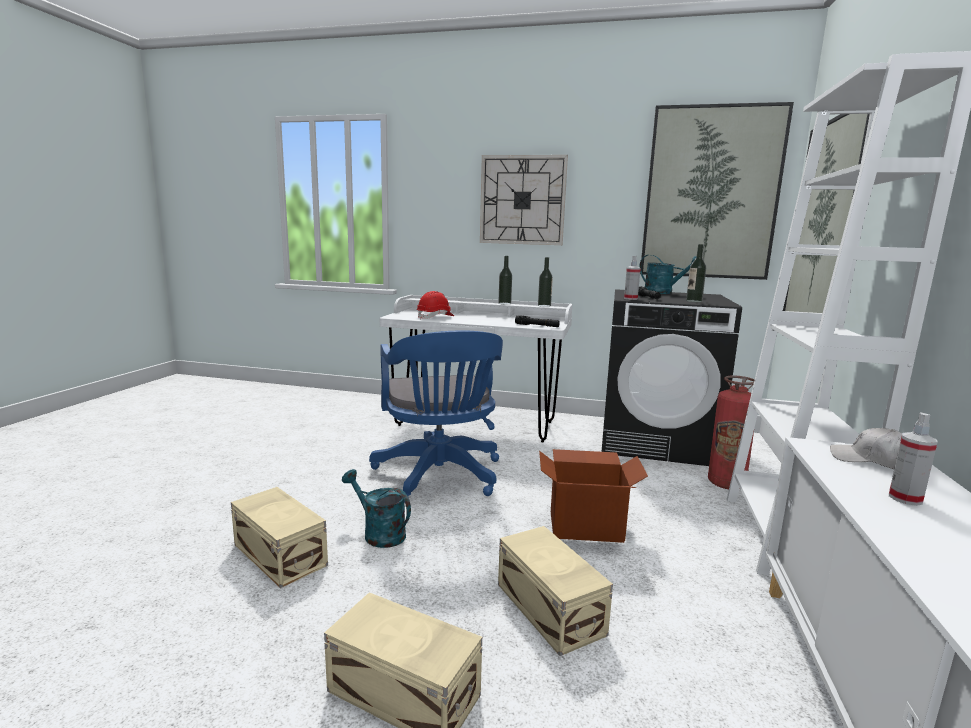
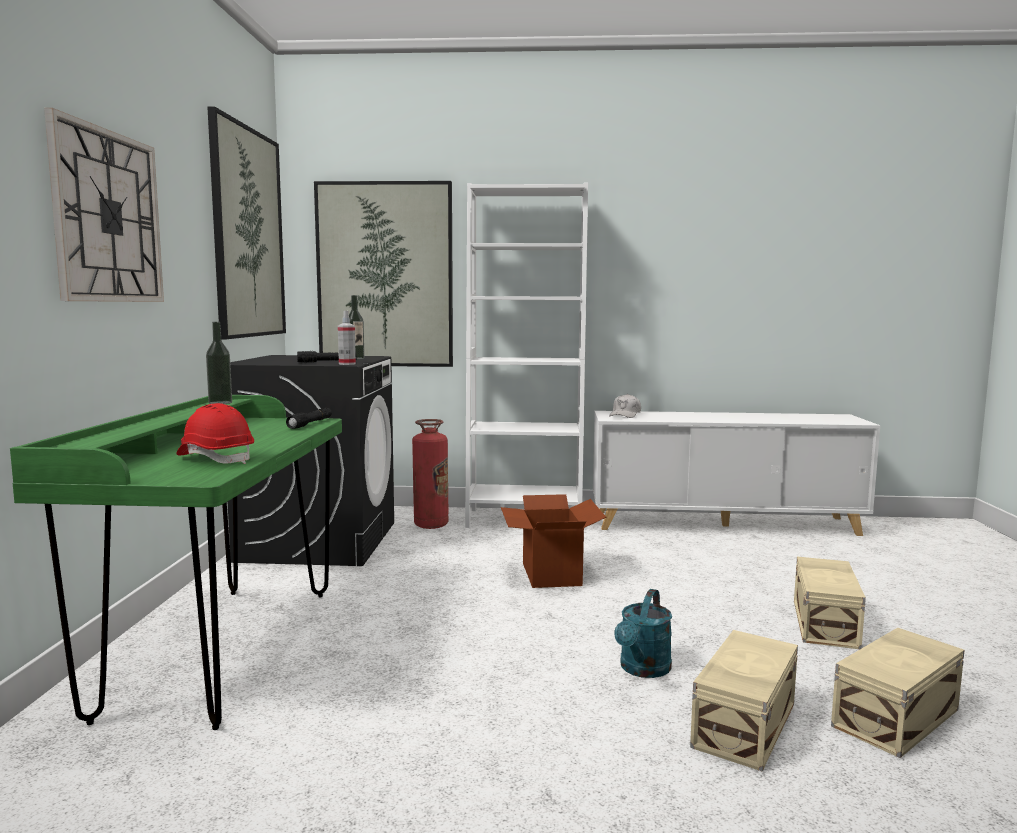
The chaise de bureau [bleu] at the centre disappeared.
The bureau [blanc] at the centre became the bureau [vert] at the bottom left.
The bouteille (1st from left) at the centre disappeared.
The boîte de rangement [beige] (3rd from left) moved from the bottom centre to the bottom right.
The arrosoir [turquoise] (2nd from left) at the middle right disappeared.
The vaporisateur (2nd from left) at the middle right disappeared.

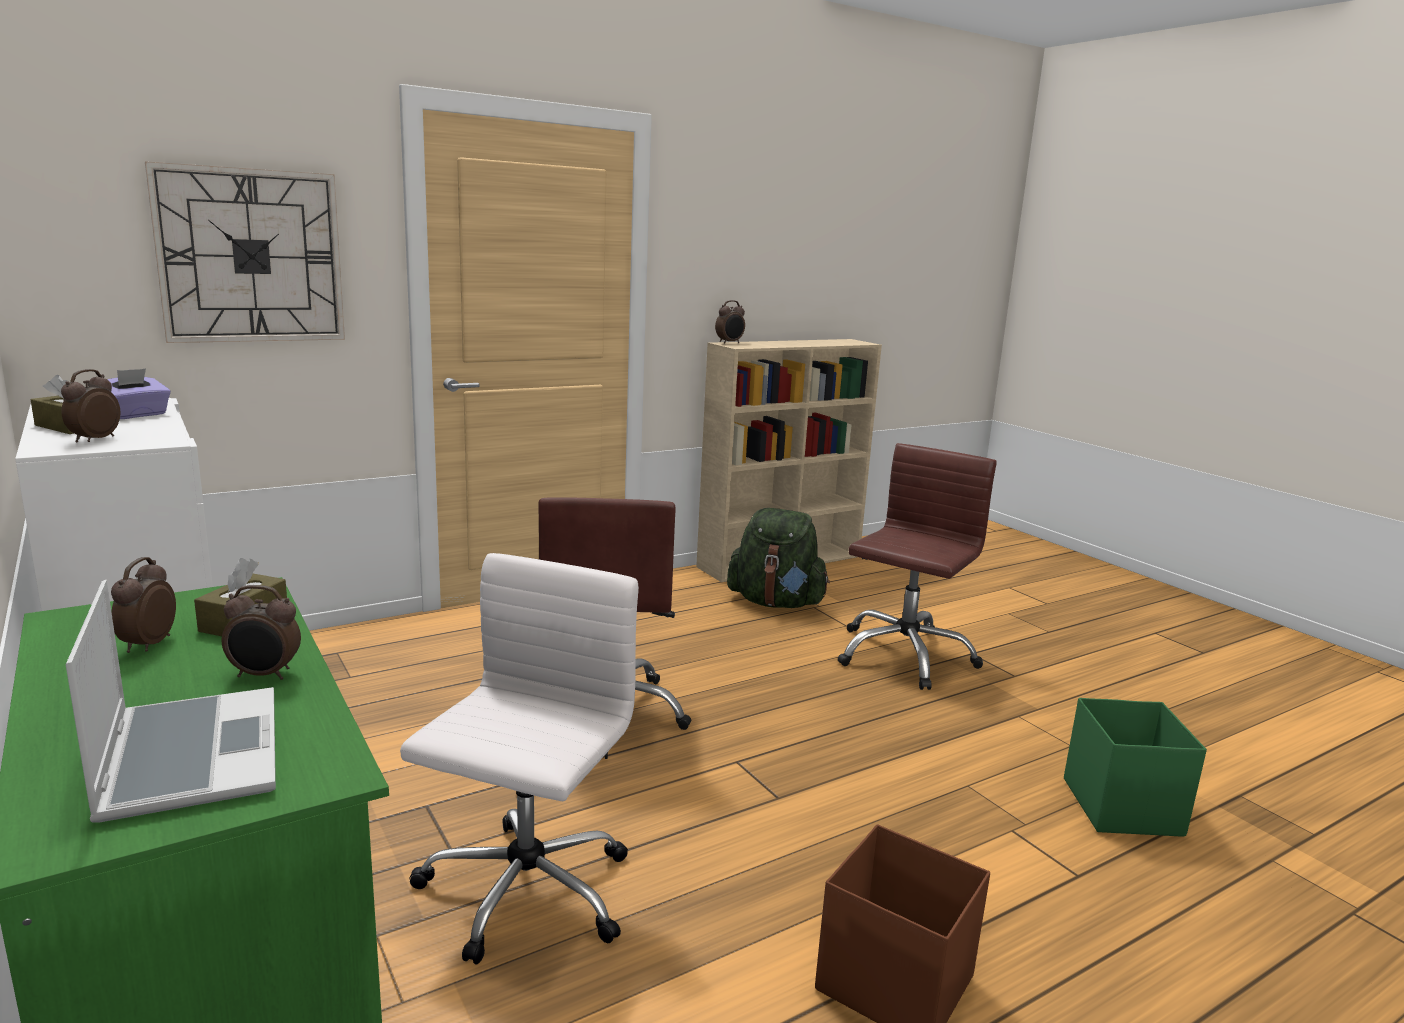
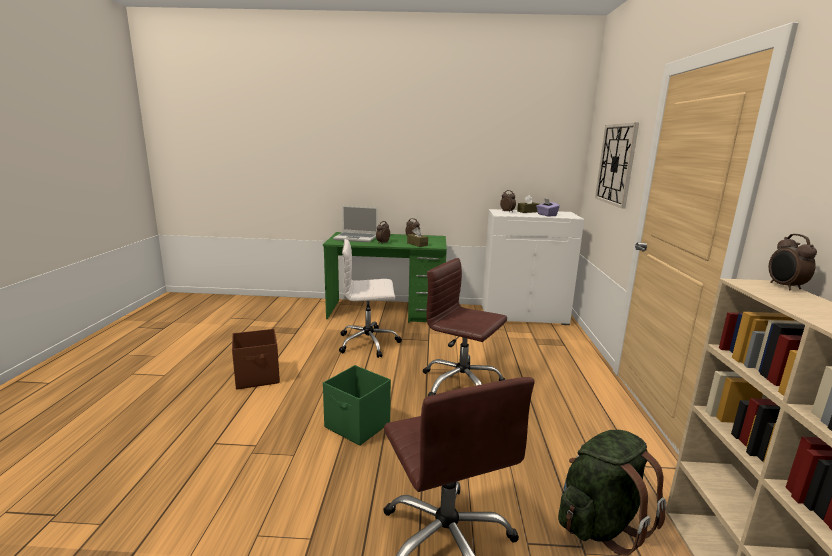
The chaise de bureau [blanc] at the bottom centre turned 120 degrees clockwise.
The boîte de rangement [vert] moved from the bottom right to the bottom centre.

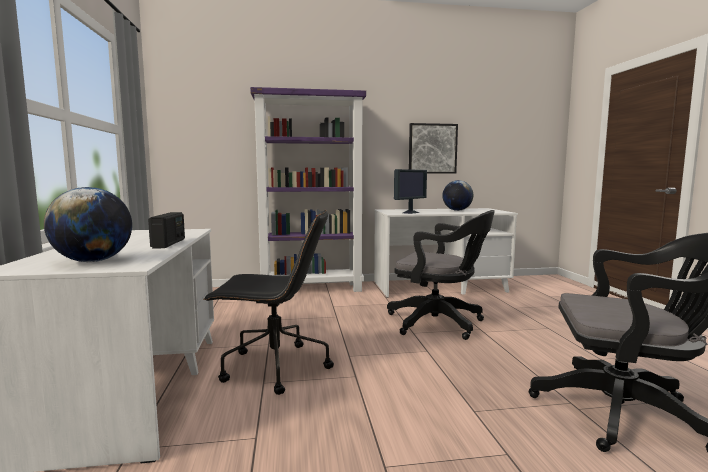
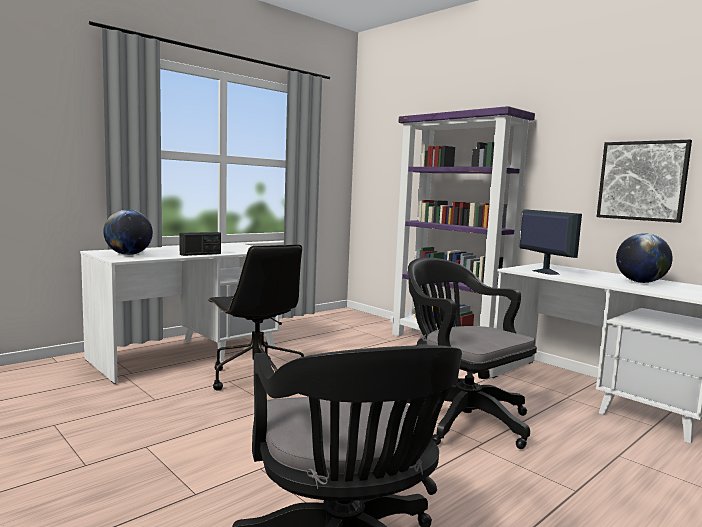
The chaise de bureau [noir] (2nd from left in the first image) at the centre turned 150 degrees clockwise.
The écran d'ordinateur at the centre turned 120 degrees counterclockwise.

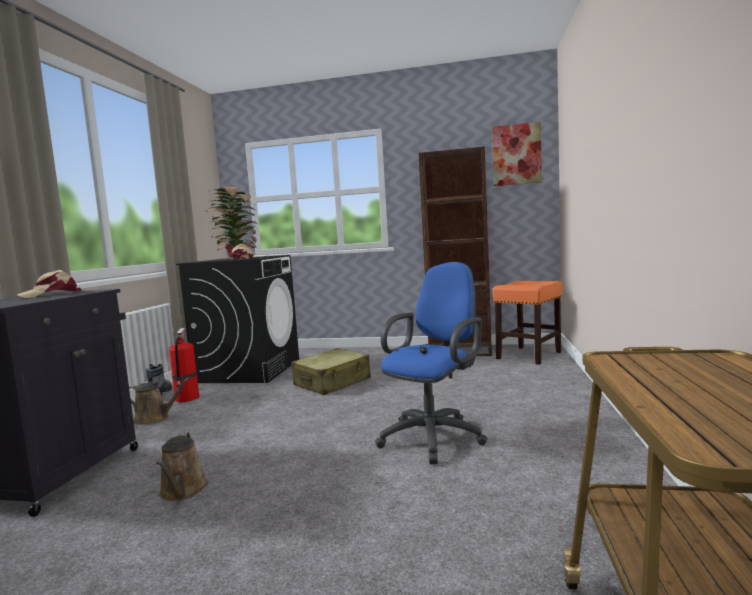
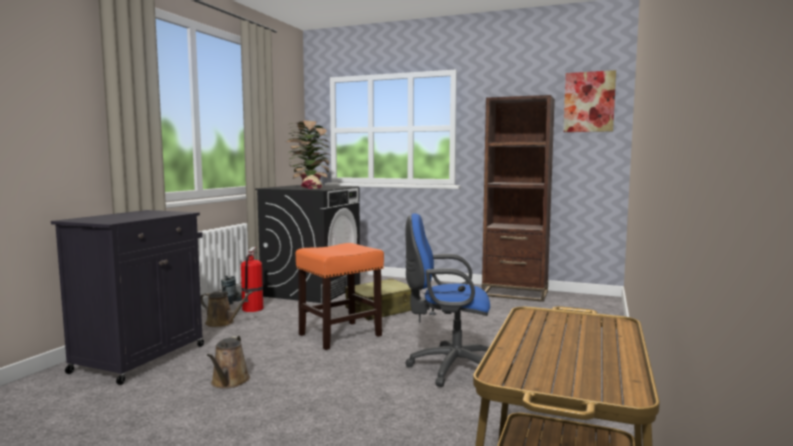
The casquette [beige] (1st from left) at the middle left disappeared.
The chaise de bureau [bleu] at the centre turned 135 degrees counterclockwise.
The tabouret [orange] moved from the middle right to the centre.

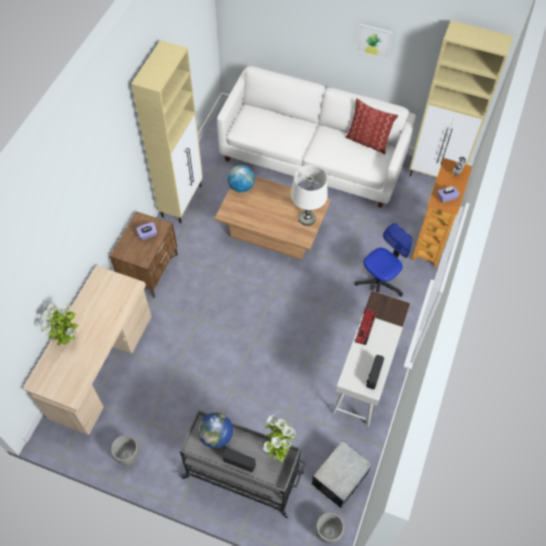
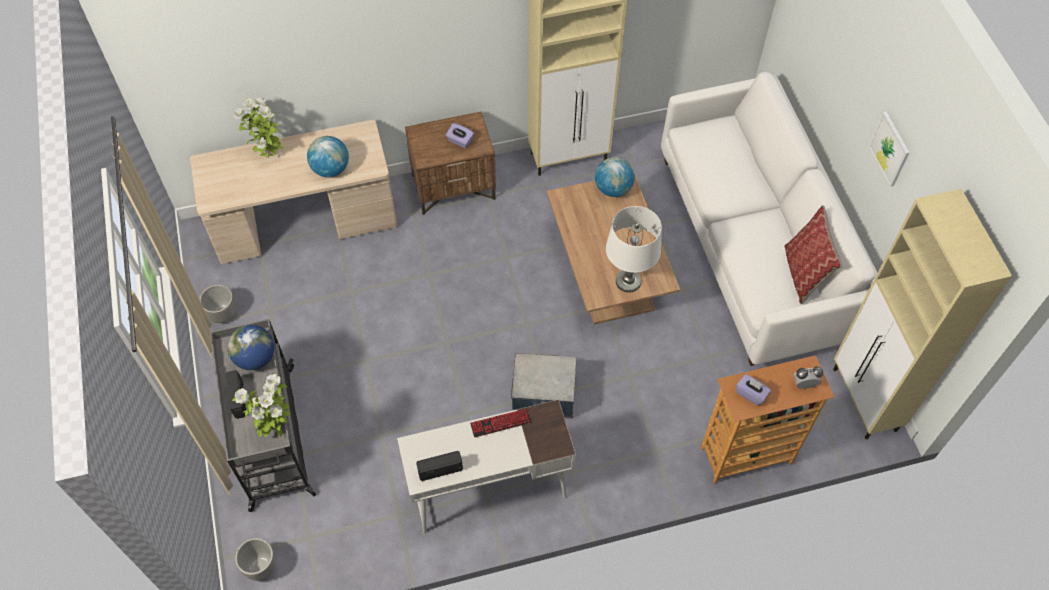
The boîte de rangement moved from the bottom centre to the centre.
The chaise de bureau at the middle right disappeared.
The globe (2nd from left) at the top left appeared.

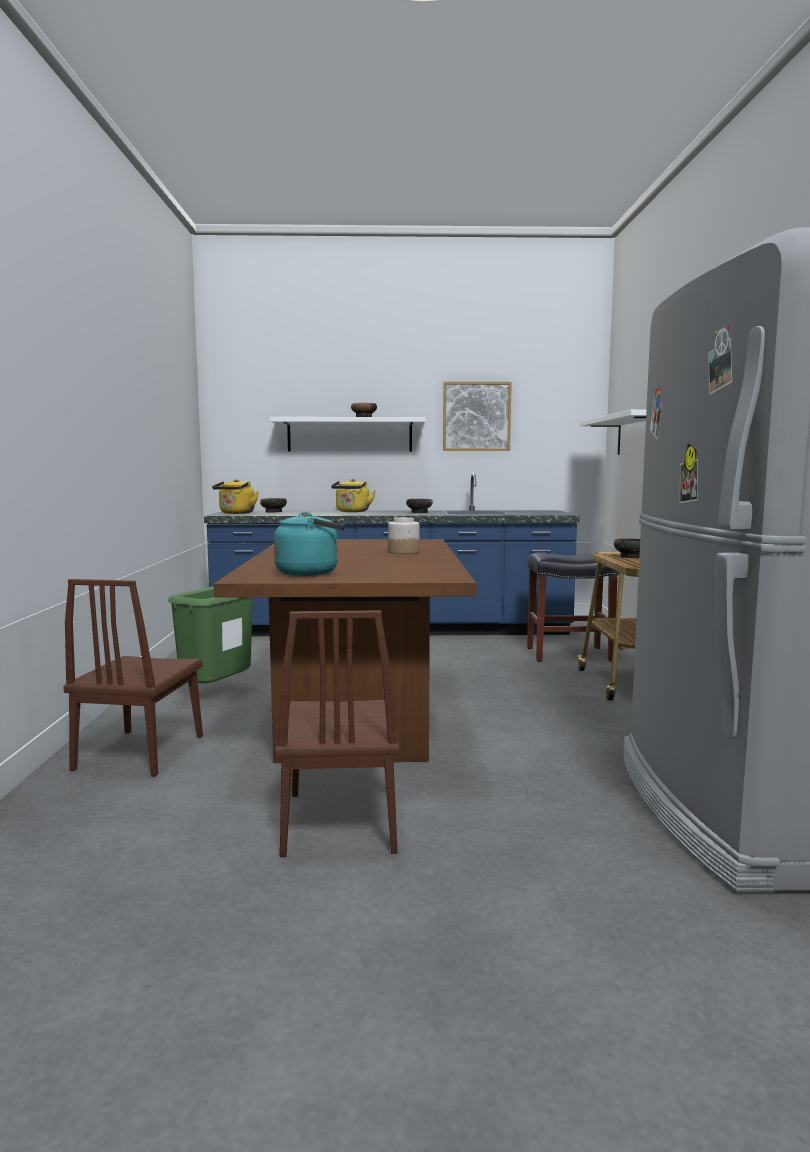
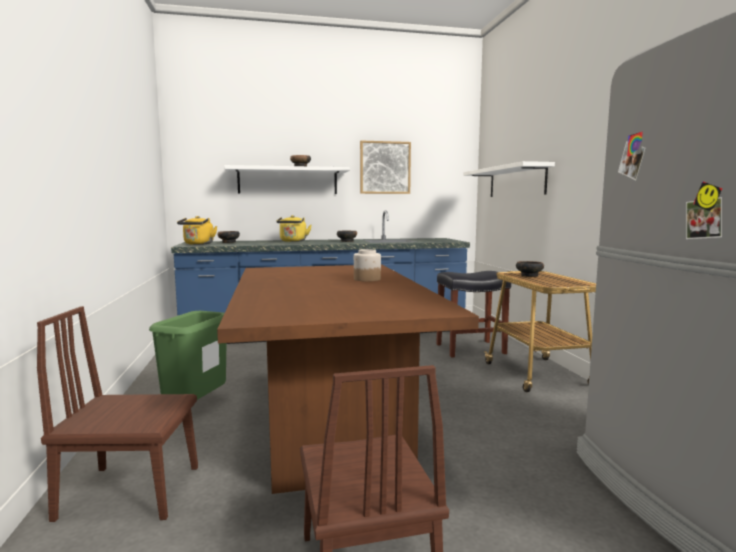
The chaise [marron] (1st from left) at the middle left turned 90 degrees clockwise.
The bouilloire [turquoise] at the centre disappeared.

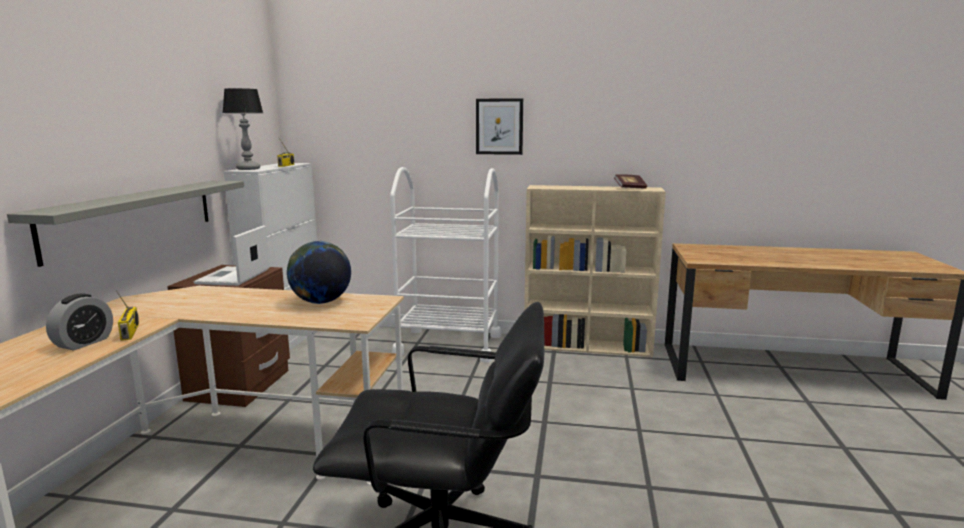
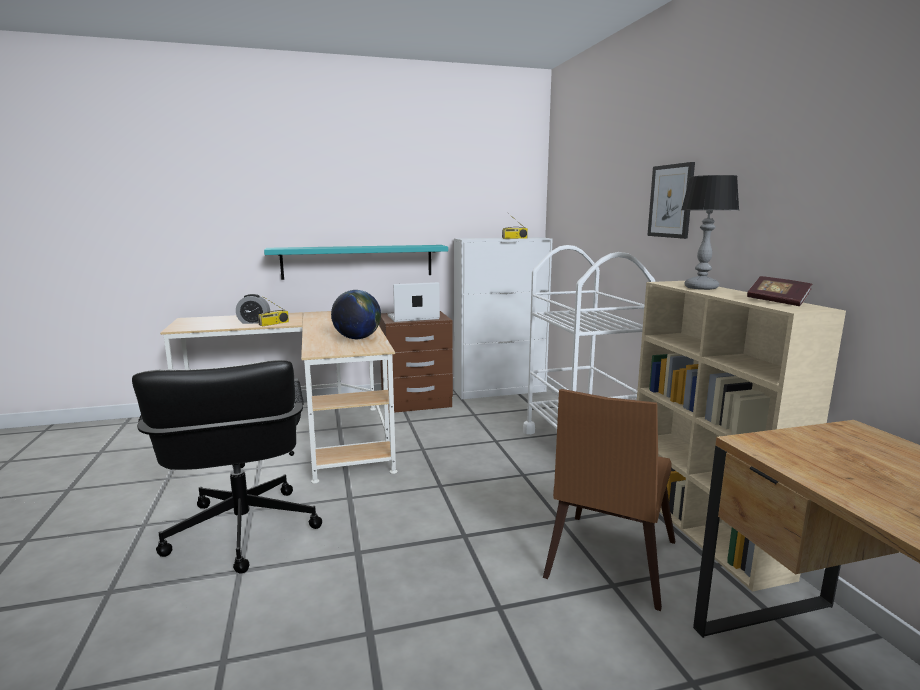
The étagère [gris] at the middle left became the étagère [turquoise] at the centre.
The lampe de table moved from the top left to the middle right.
The chaise [marron] at the bottom centre appeared.

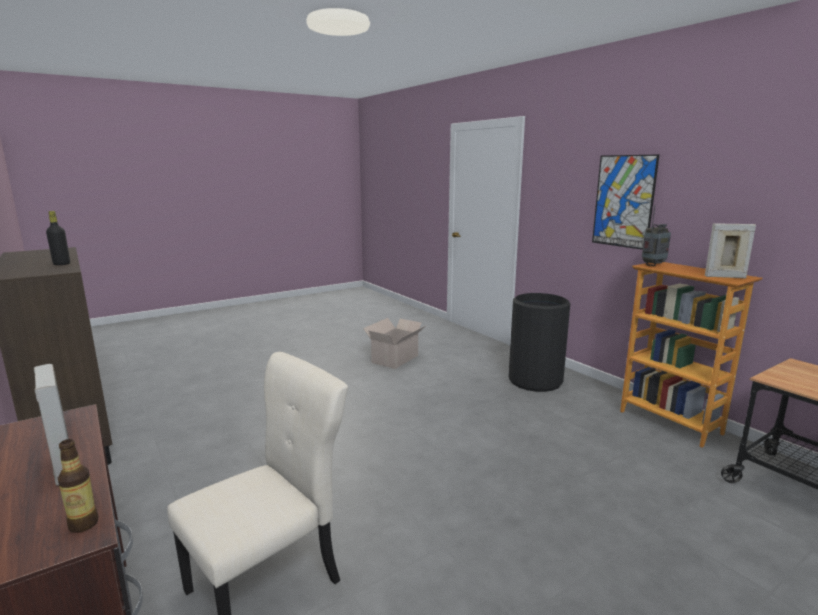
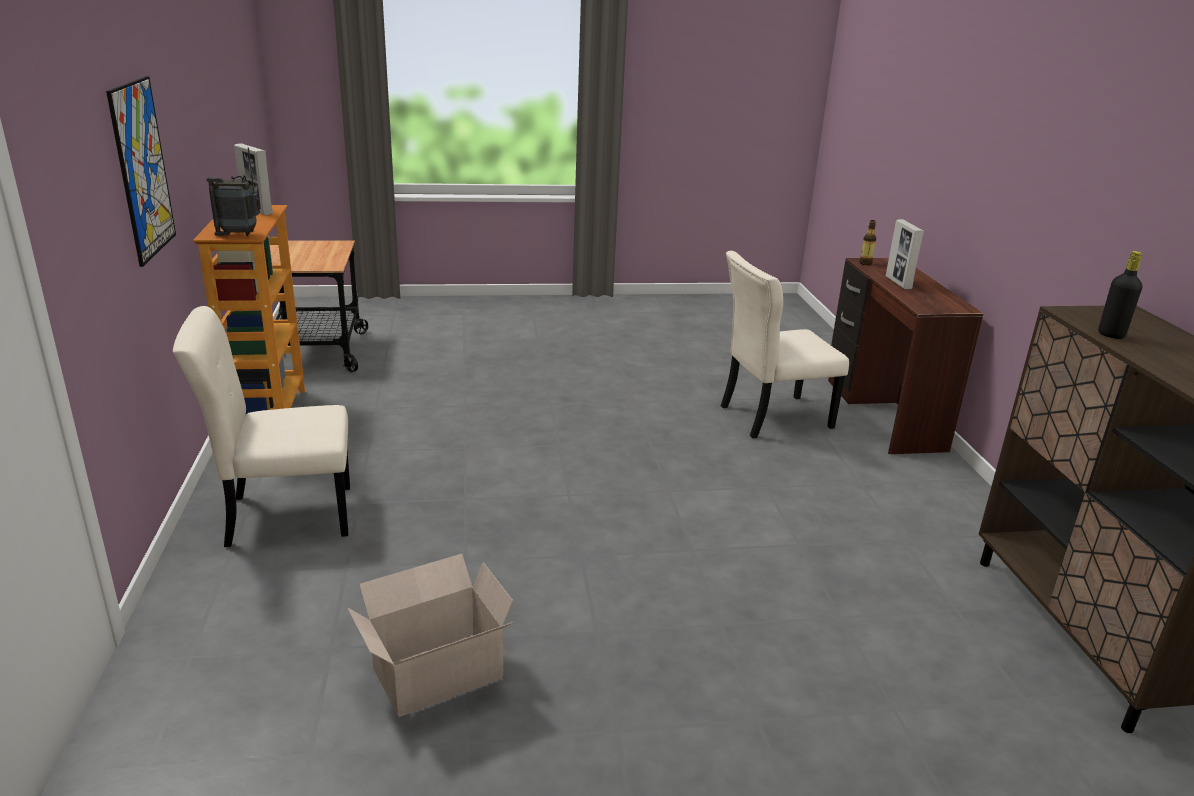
The poubelle [noir] at the centre was replaced by the chaise [beige] (1st from left) at the middle left.

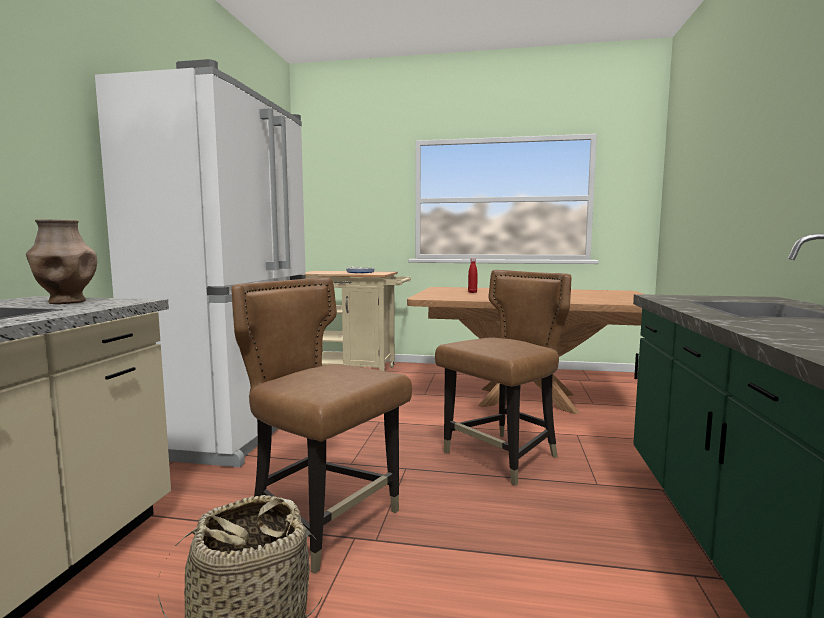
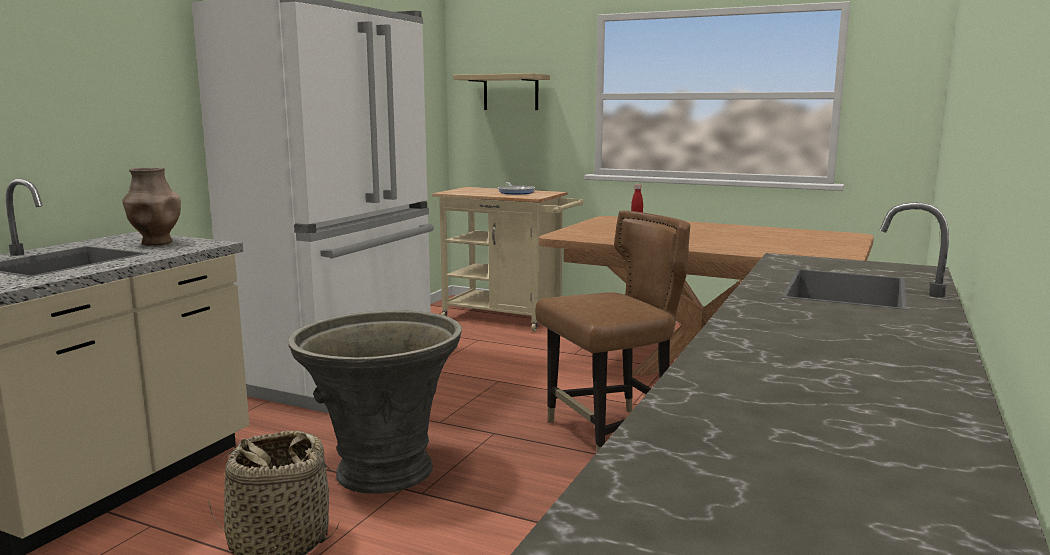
The chaise [marron] (1st from left) at the bottom centre was replaced by the cache-pot [gris] at the bottom centre.
The étagère at the top centre appeared.

